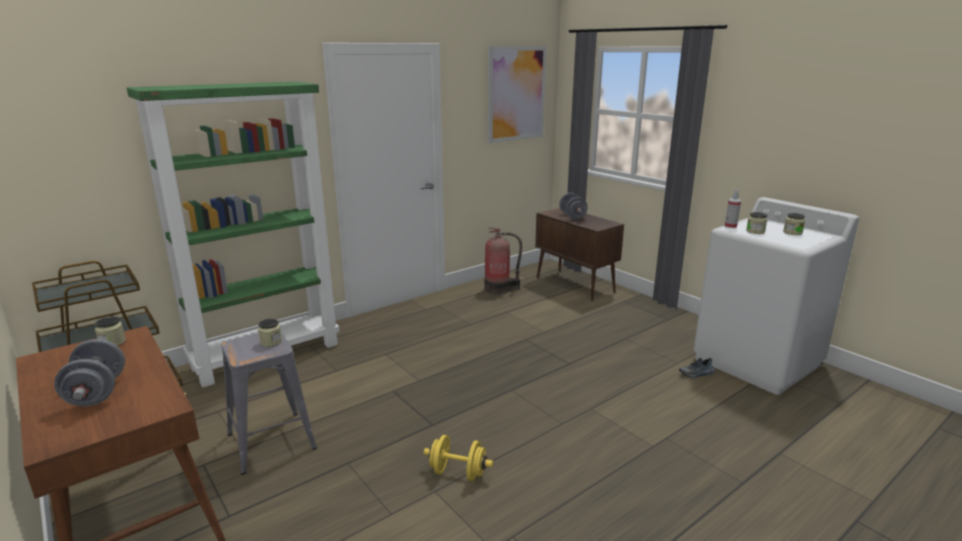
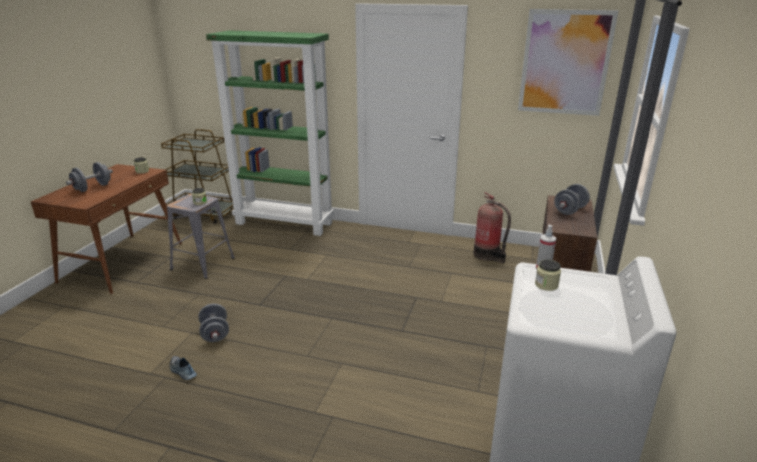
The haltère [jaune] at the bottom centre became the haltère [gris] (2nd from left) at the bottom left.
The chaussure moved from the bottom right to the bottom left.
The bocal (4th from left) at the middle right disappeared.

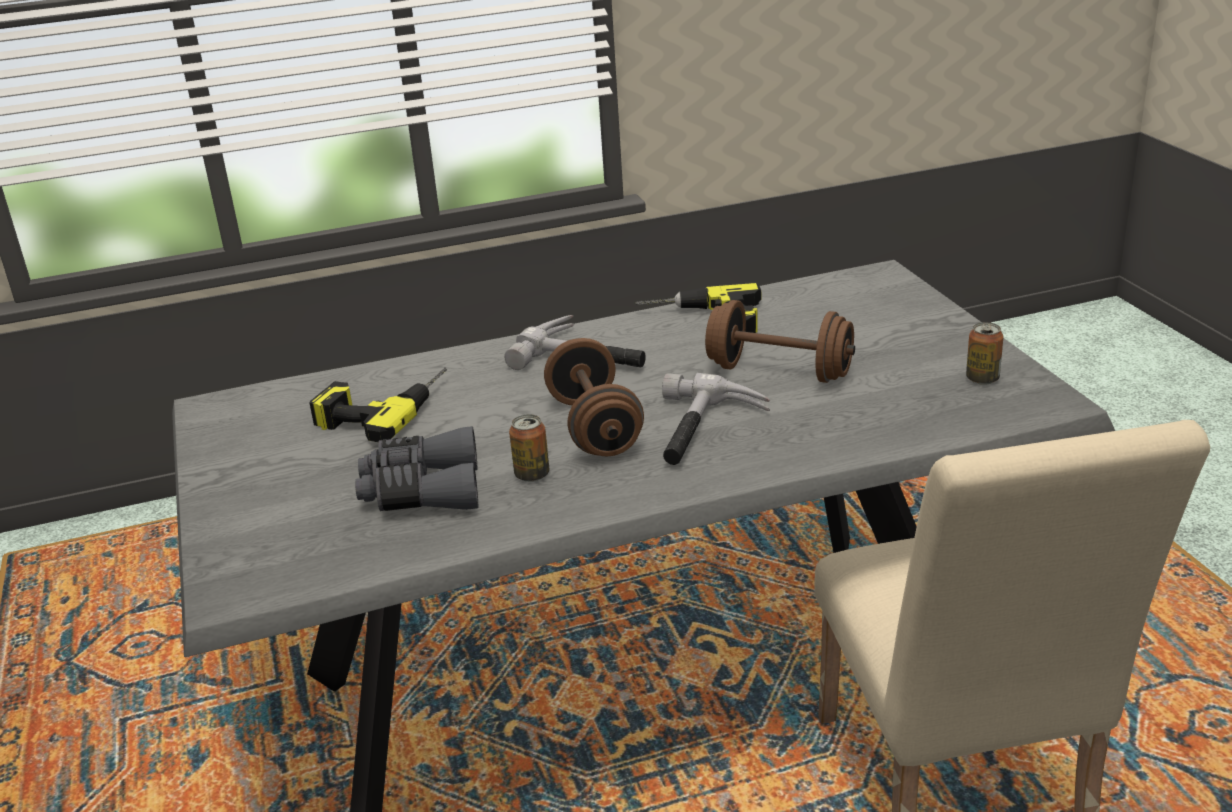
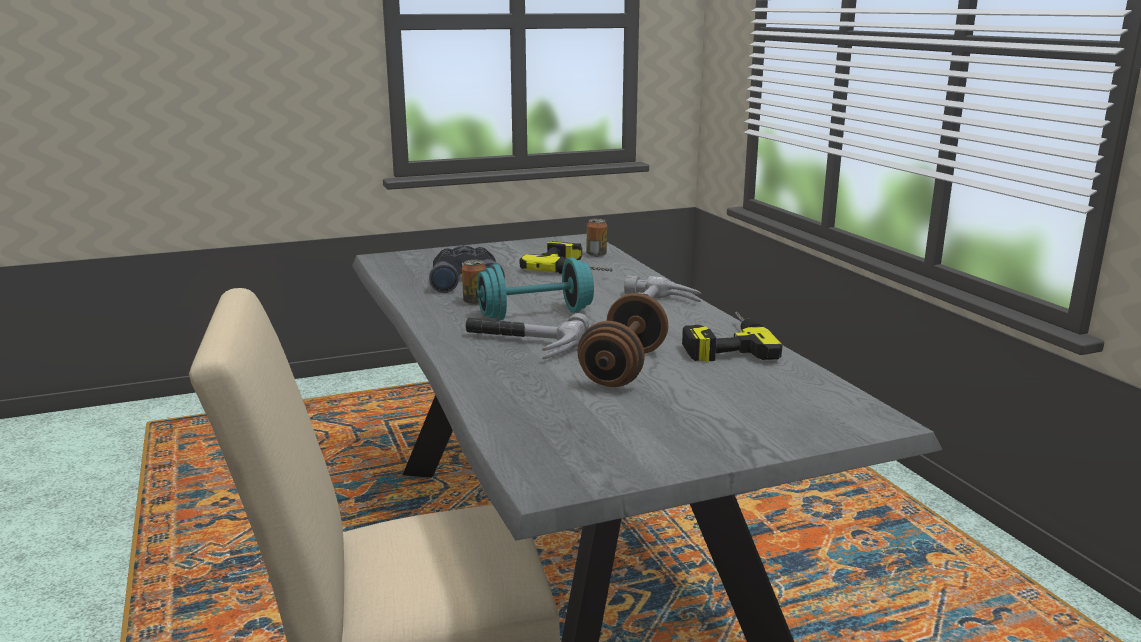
The haltère [marron] (1st from left) at the centre became the haltère [turquoise] at the centre.
The boîte métallique (2nd from left) moved from the middle right to the centre.

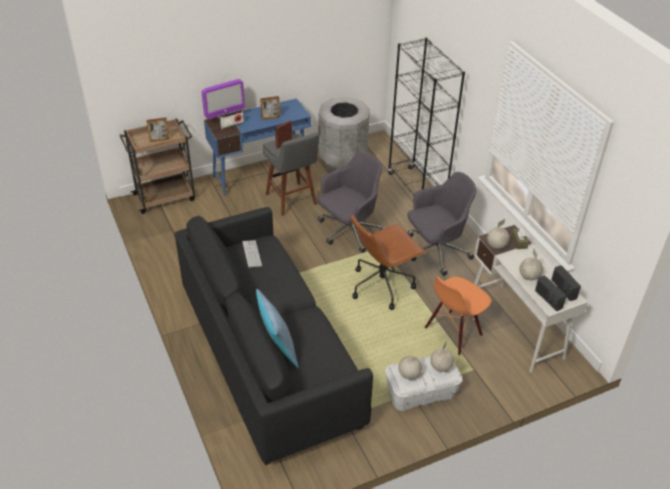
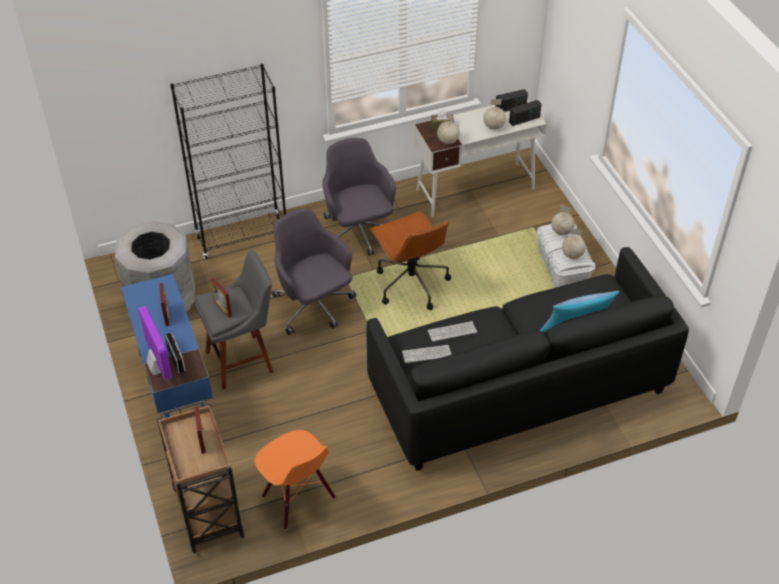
The chaise [orange] moved from the middle right to the bottom centre.
The clavier (2nd from left) at the centre appeared.

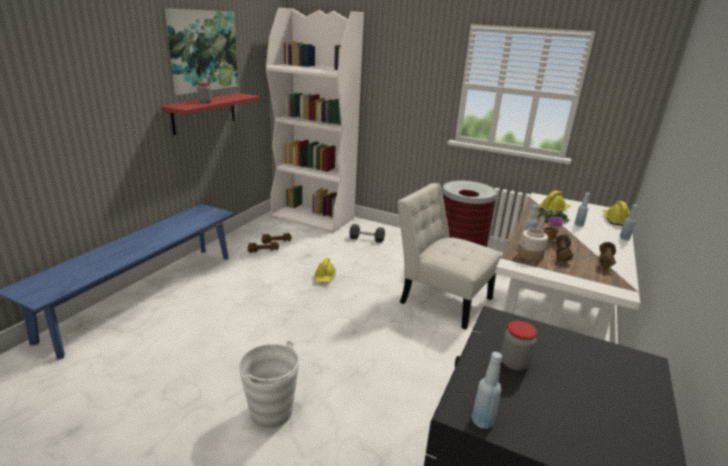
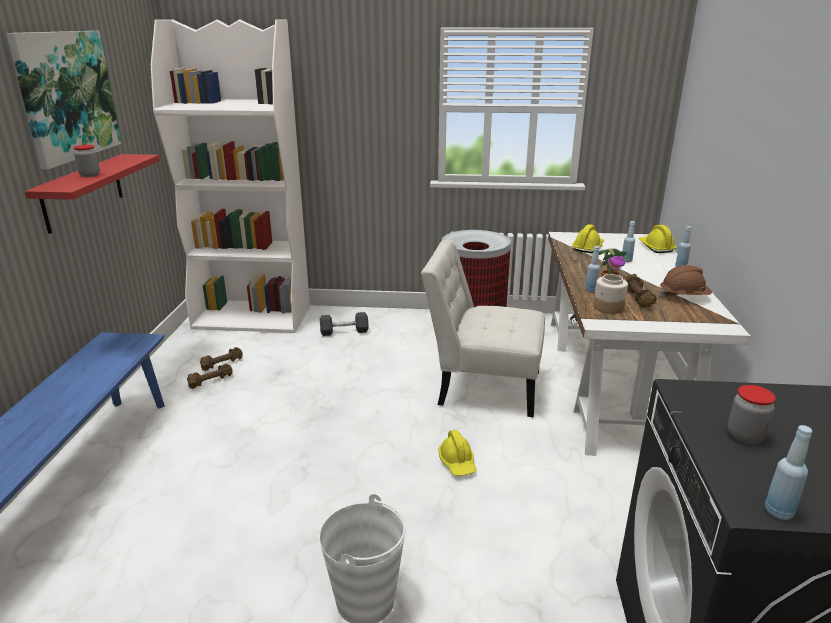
The casque de chantier [jaune] (1st from left) moved from the centre to the bottom centre.
The haltère [marron] (4th from left) at the middle right was replaced by the casque de chantier [marron] at the middle right.

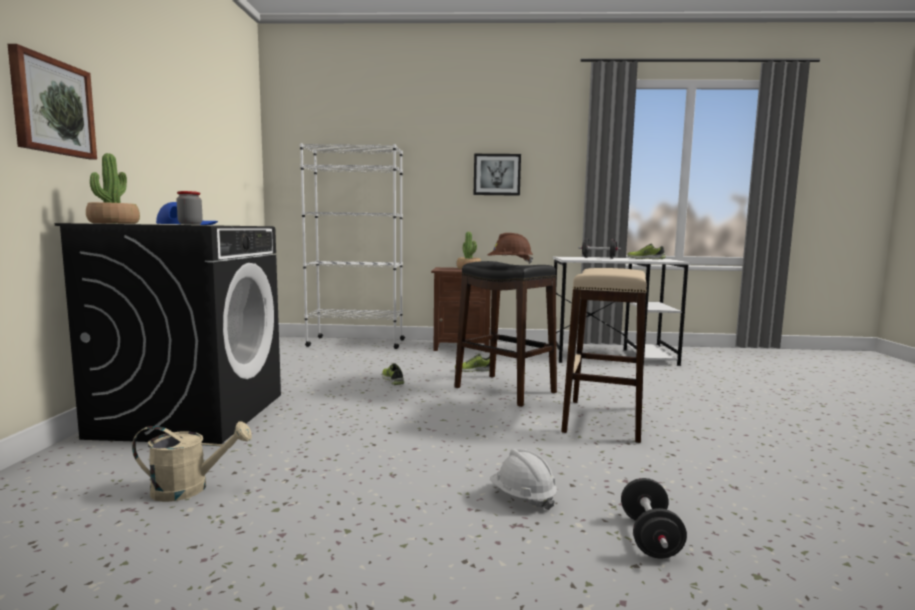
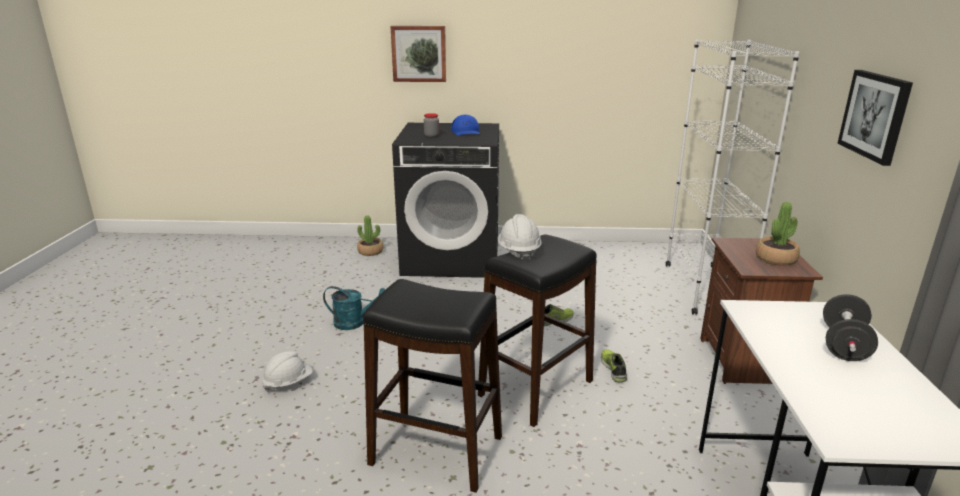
The plante en pot (1st from left) moved from the top left to the centre.
The arrosoir [beige] at the bottom left disappeared.
The casque de chantier [marron] at the centre became the casque de chantier [blanc] (2nd from left) at the centre.
The tabouret [beige] at the centre became the tabouret [noir] (1st from left) at the bottom centre.
The haltère [noir] (2nd from left) at the bottom right disappeared.
The chaussure (3rd from left) at the middle right disappeared.
The arrosoir [turquoise] at the centre appeared.

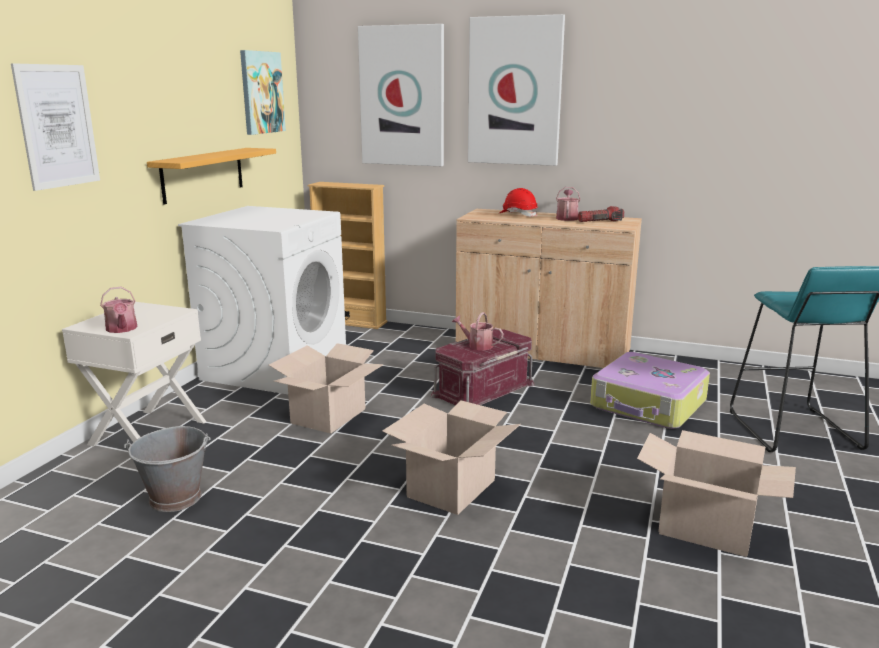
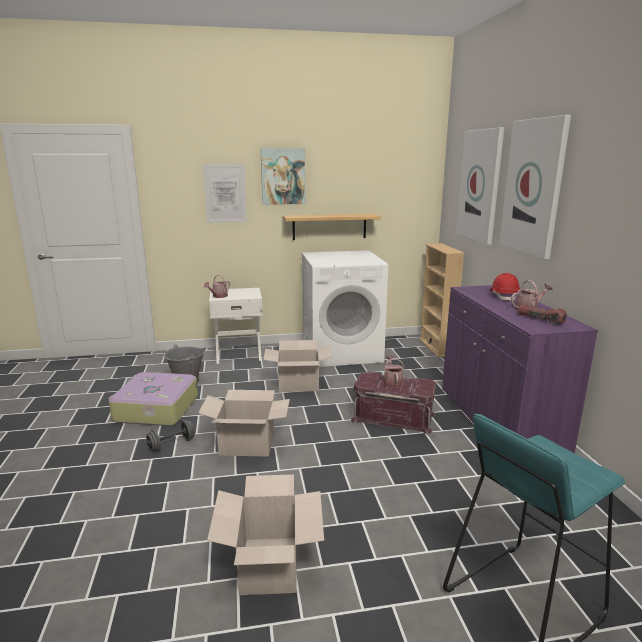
The tableau (2nd from left) moved from the top left to the top centre.
The meuble de rangement [beige] at the centre became the meuble de rangement [violet] at the middle right.
The valise moved from the middle right to the middle left.
The haltère [gris] at the bottom left appeared.

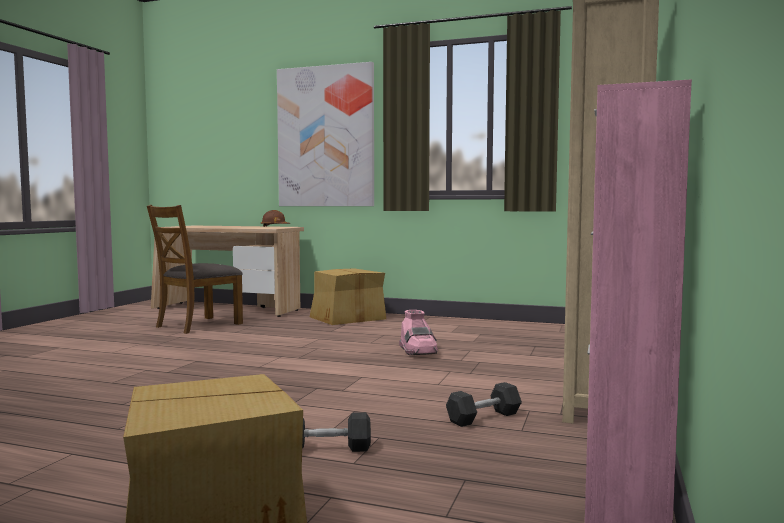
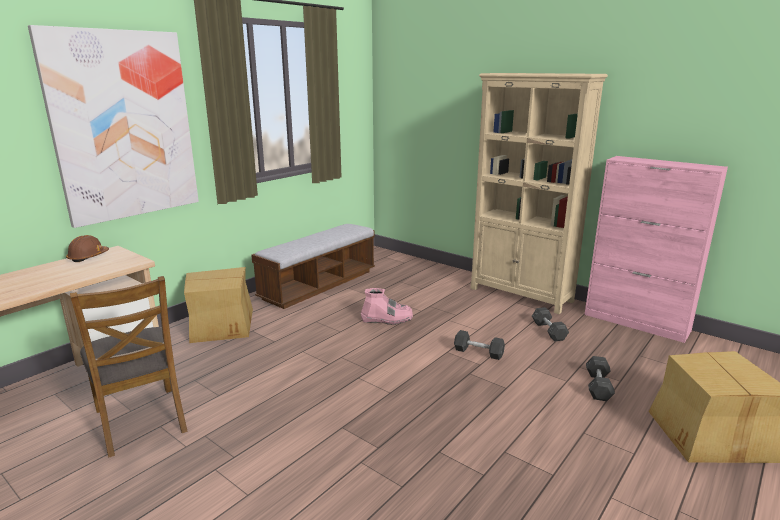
The banc at the centre appeared.
The haltère [gris] (1st from left) at the centre appeared.

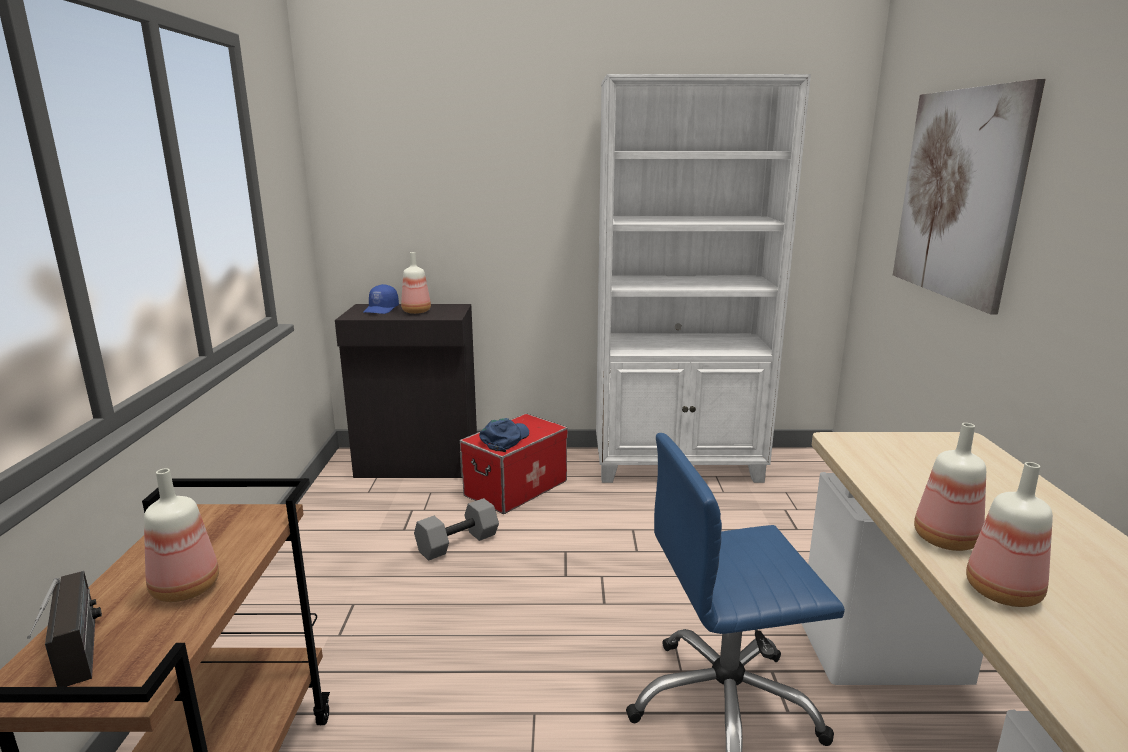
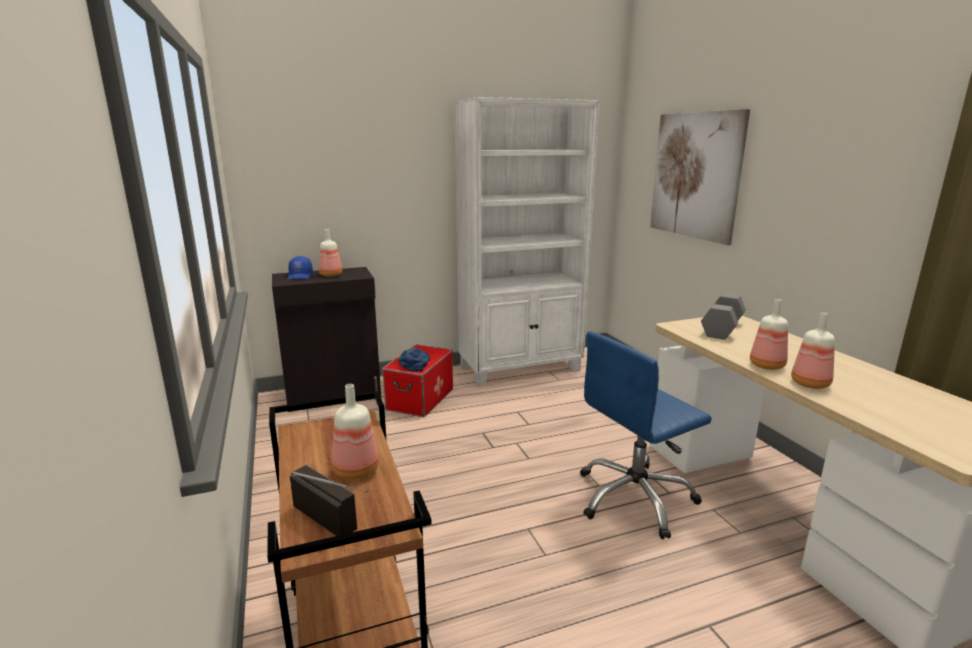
The haltère [gris] moved from the bottom centre to the middle right.

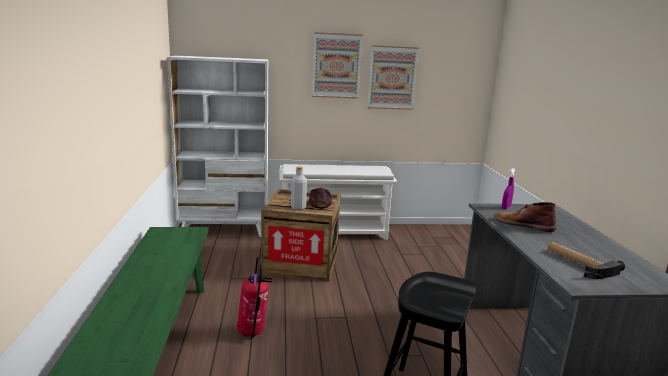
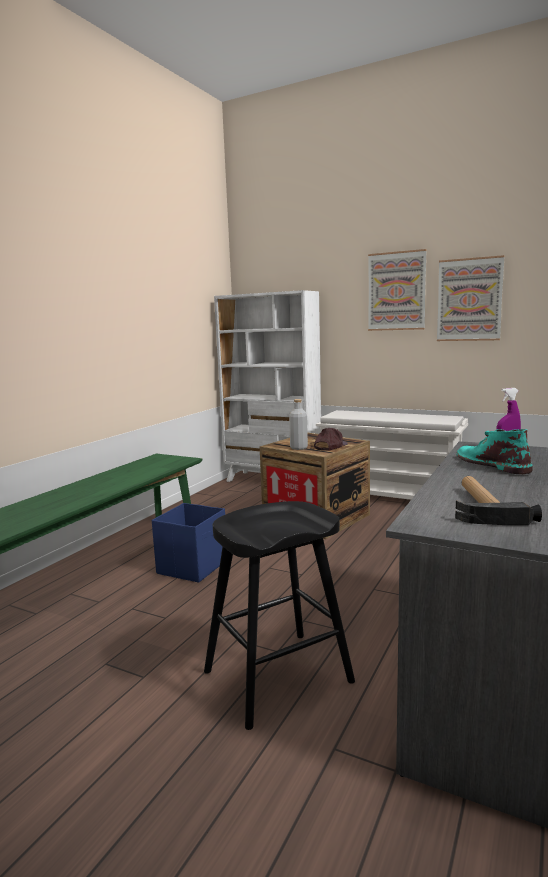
The extincteur at the bottom centre was replaced by the boîte de rangement [bleu] at the centre.
The botte [marron] at the middle right became the botte [turquoise] at the middle right.

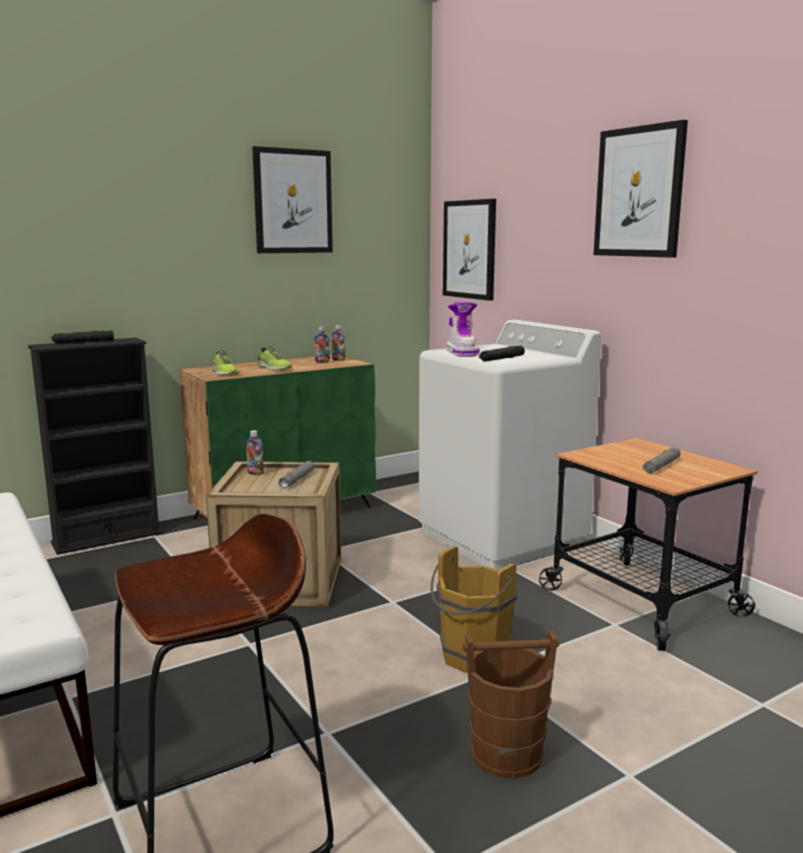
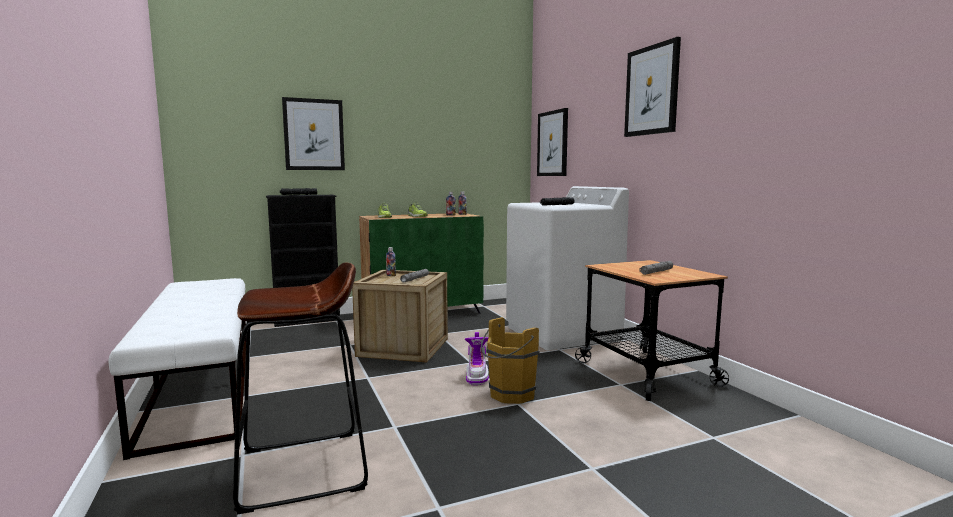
The tableau (1st from left) moved from the top centre to the top left.
The botte moved from the centre to the bottom centre.
The seau [marron] (2nd from left) at the bottom centre disappeared.

